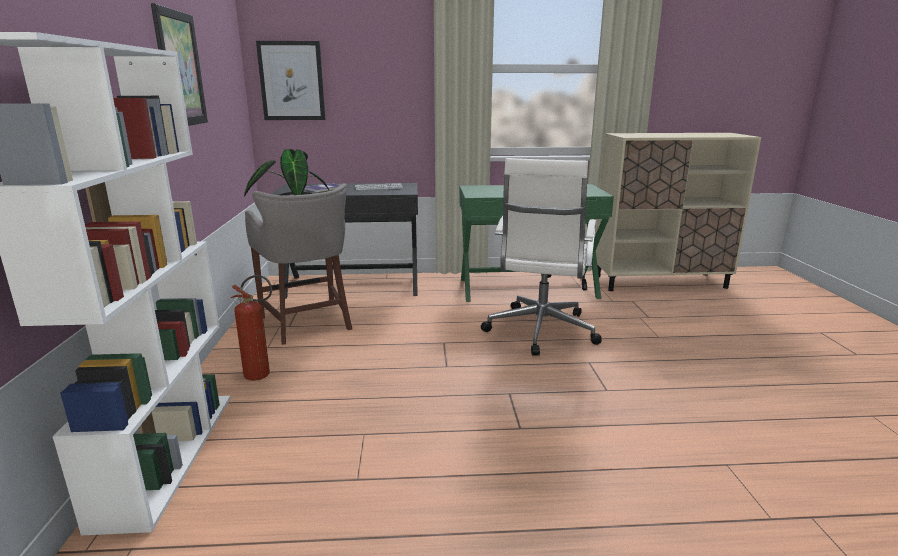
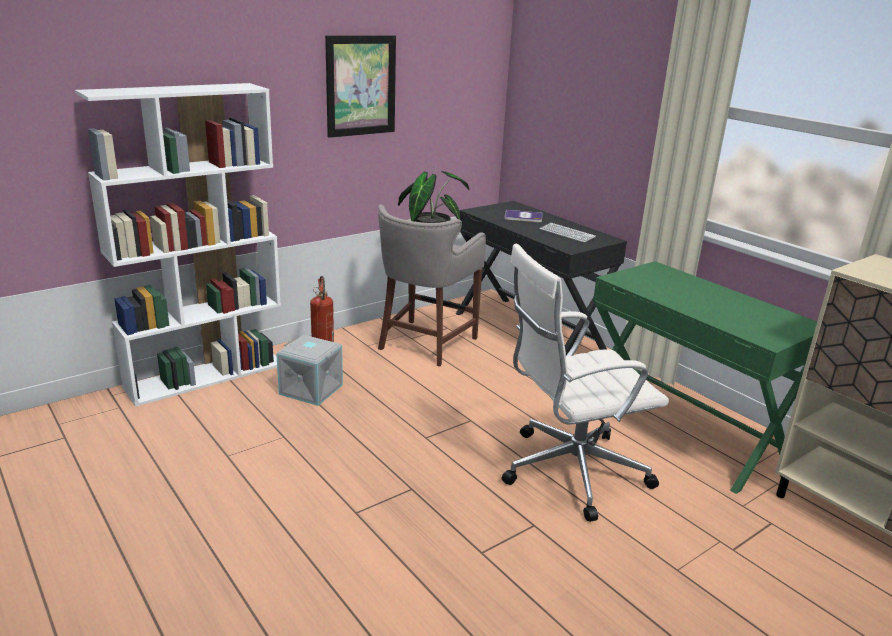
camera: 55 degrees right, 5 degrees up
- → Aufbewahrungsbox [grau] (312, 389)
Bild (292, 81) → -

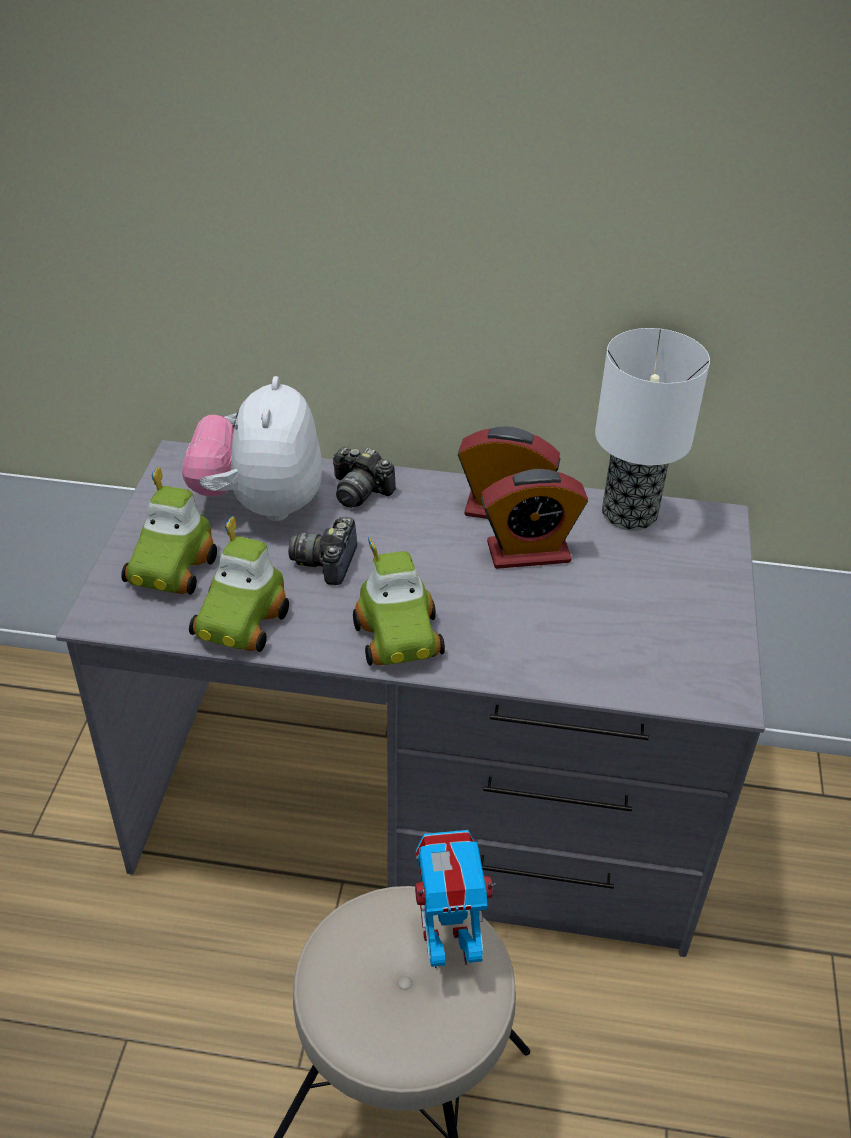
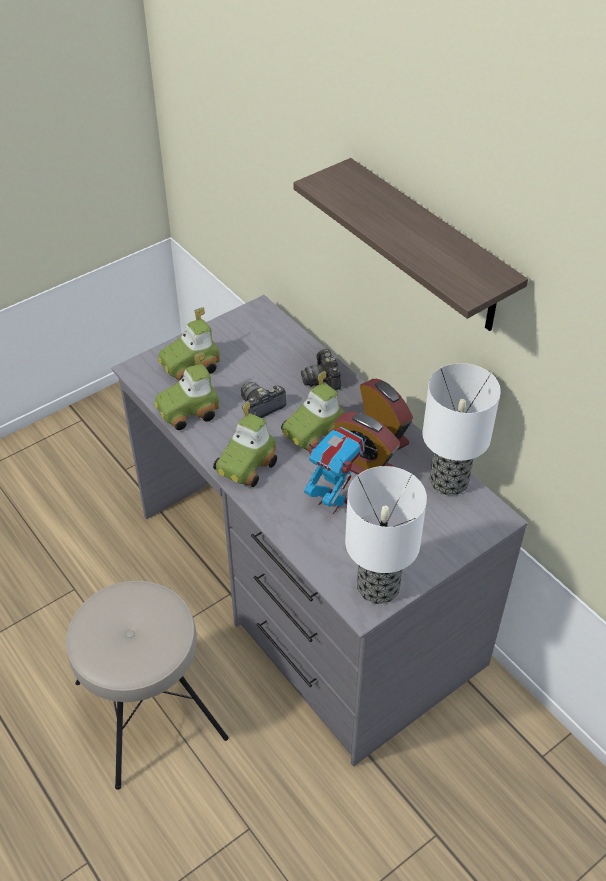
camera: 45 degrees right, 5 degrees up
- → Spielzeugauto (313, 433)
- → Wandregal (429, 248)
Spielzeugroboter (447, 946) → Spielzeugroboter (333, 501), moved
- → Tischlampe (376, 586)
Plüschtier (260, 504) → -

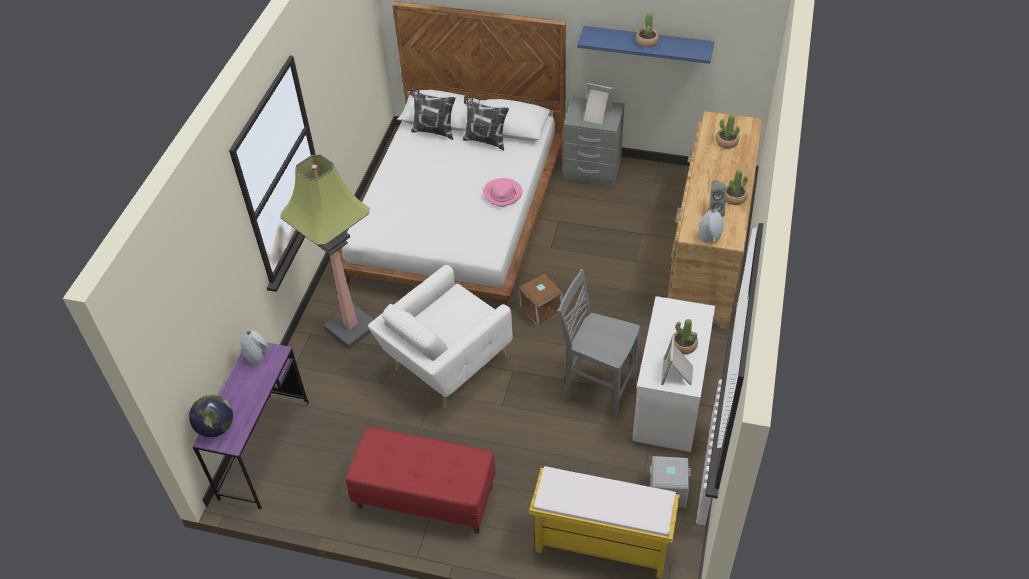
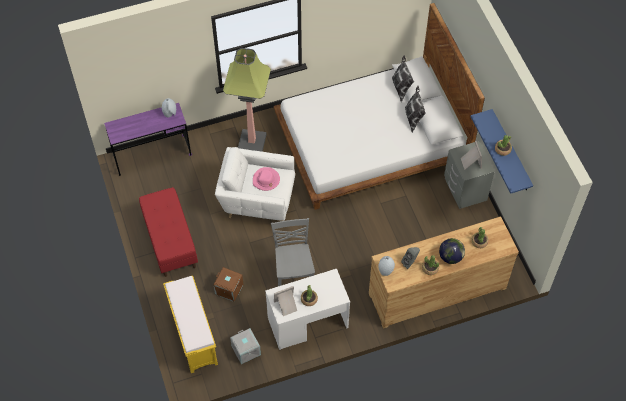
camera: 55 degrees right, 10 degrees up
Aufbewahrungsbox [braun] (541, 310) → Aufbewahrungsbox [braun] (228, 289), moved
Hut [rosa] (503, 194) → Hut [rosa] (266, 180), moved
Globus (216, 428) → Globus (450, 257), moved

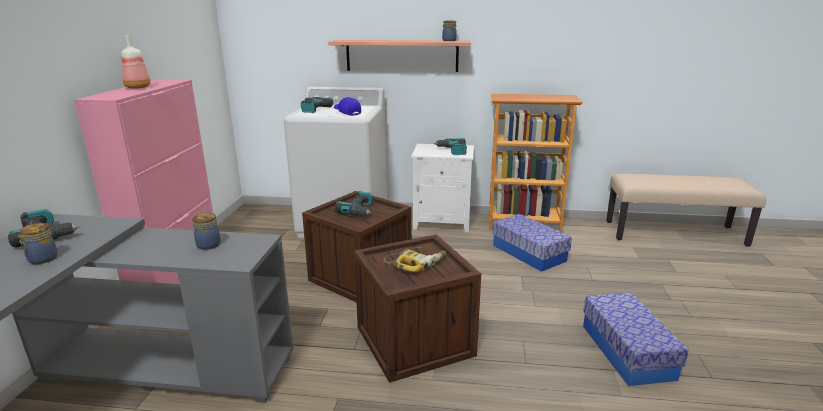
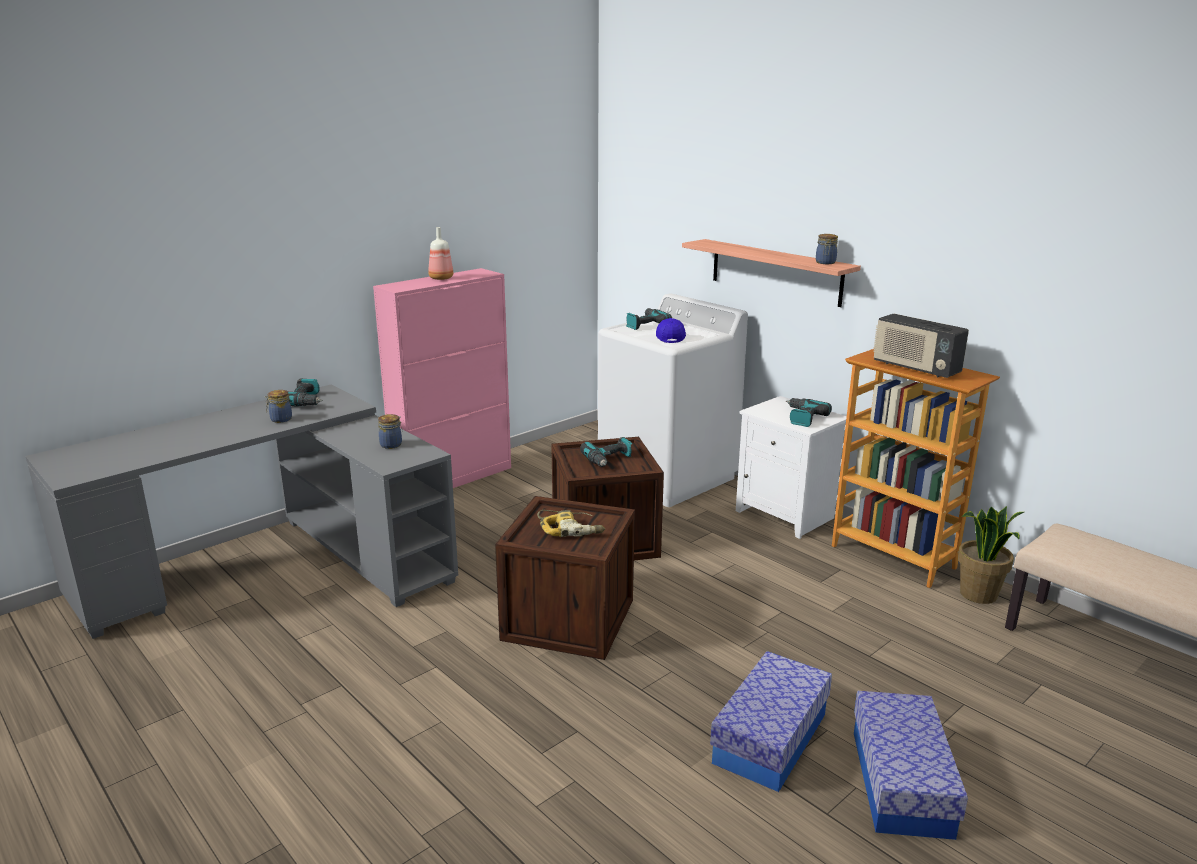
camera: 40 degrees right, 0 degrees up
Aufbewahrungsbox (529, 253) → Aufbewahrungsbox (901, 783), moved
- → Radio (915, 368)
- → Topfpflanze (978, 595)

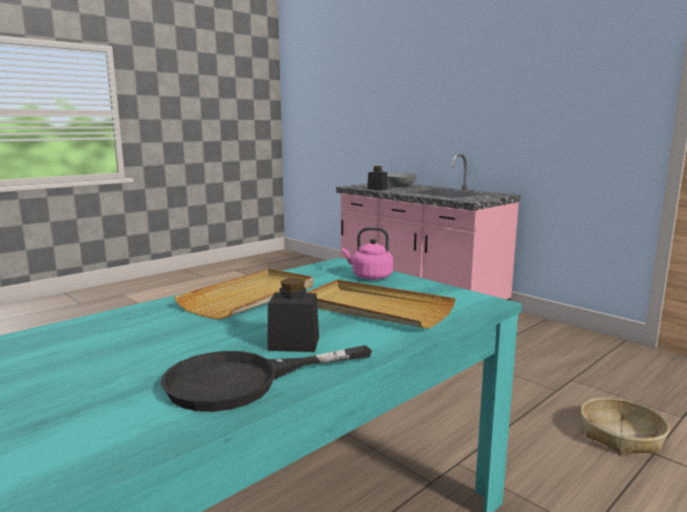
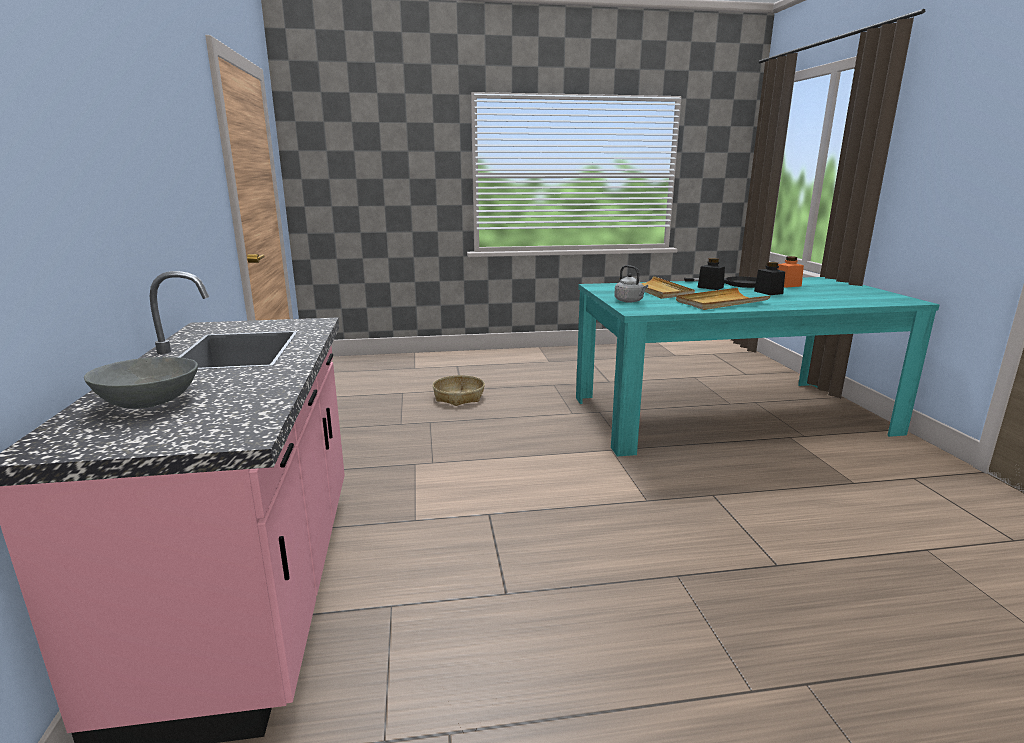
camera: 145 degrees left, 5 degrees up
Wasserkessel [rosa] (369, 277) → Wasserkessel [grau] (630, 301)
Vorratsglas [schwarz] (377, 189) → Vorratsglas [schwarz] (768, 292), moved
- → Vorratsglas [orange] (787, 285)

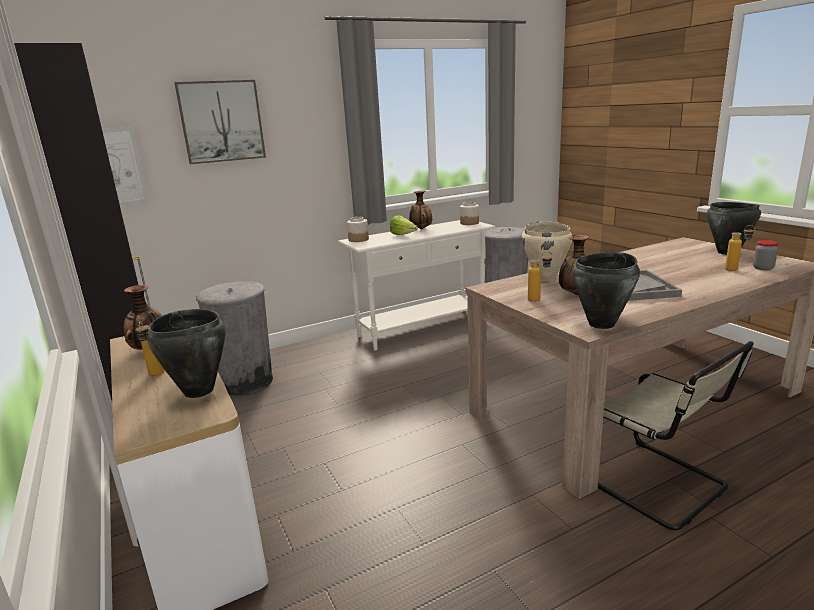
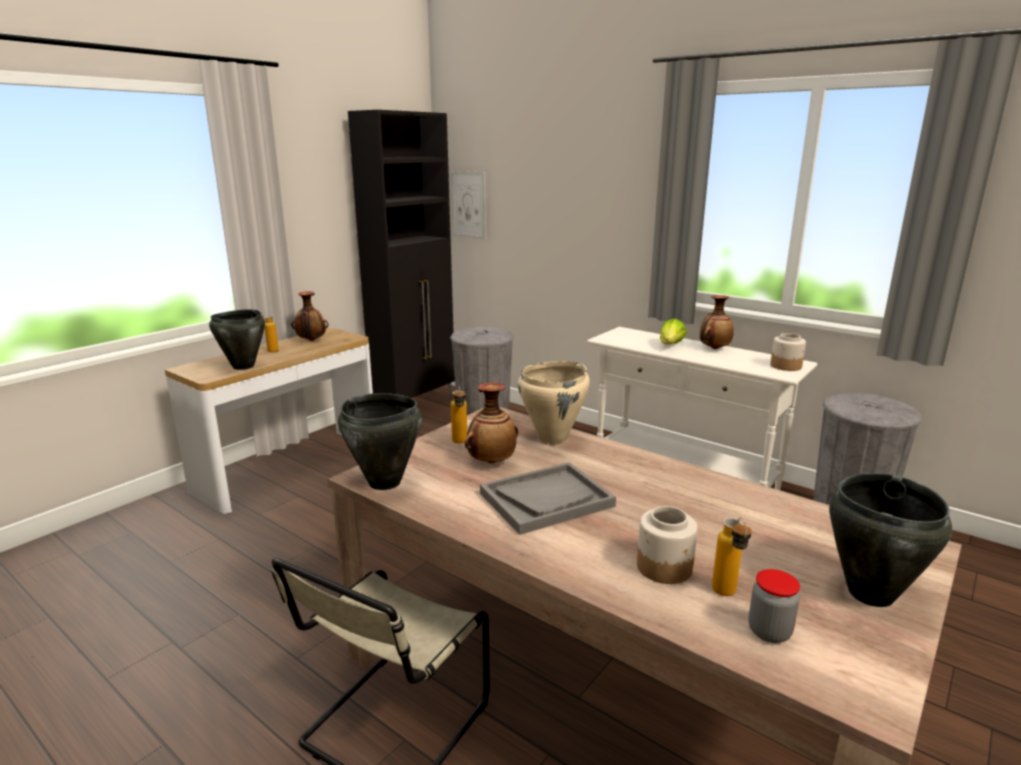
camera: 65 degrees right, 0 degrees up
Vorratsglas (358, 239) → Vorratsglas (665, 567), moved
Bild (221, 121) → -

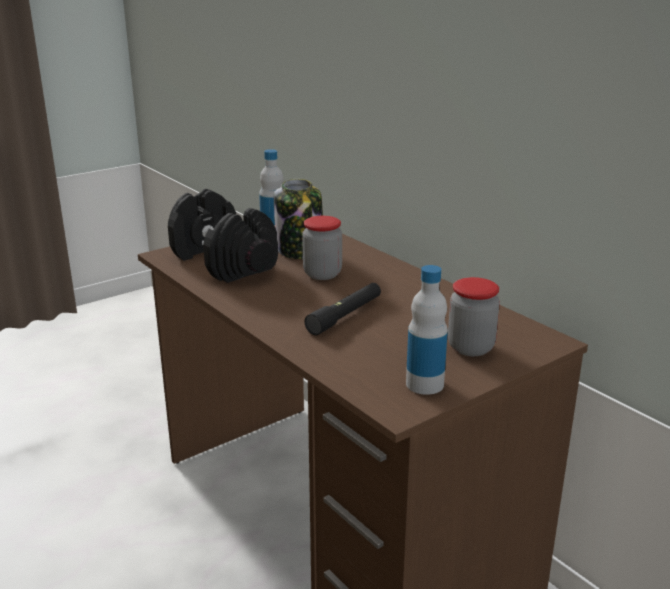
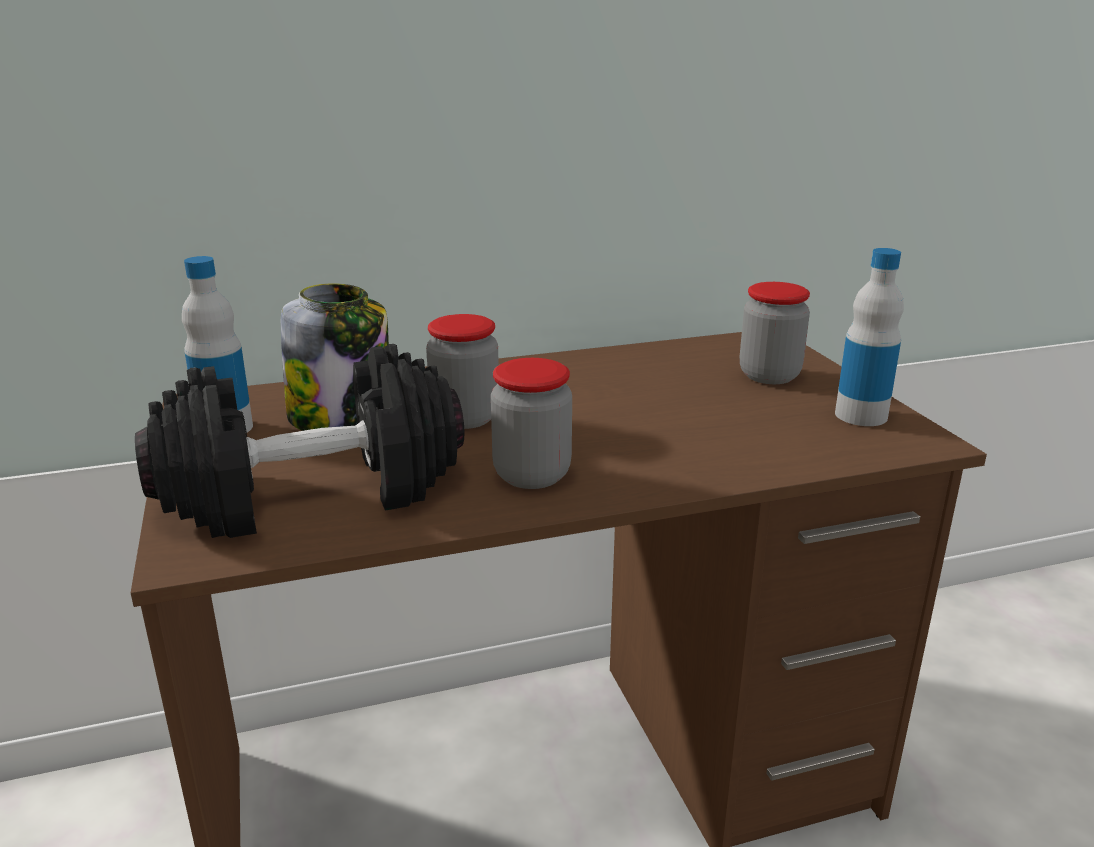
camera: 70 degrees left, 0 degrees up
- → Vorratsglas (532, 475)
Taschenlampe [schwarz] (345, 315) → -

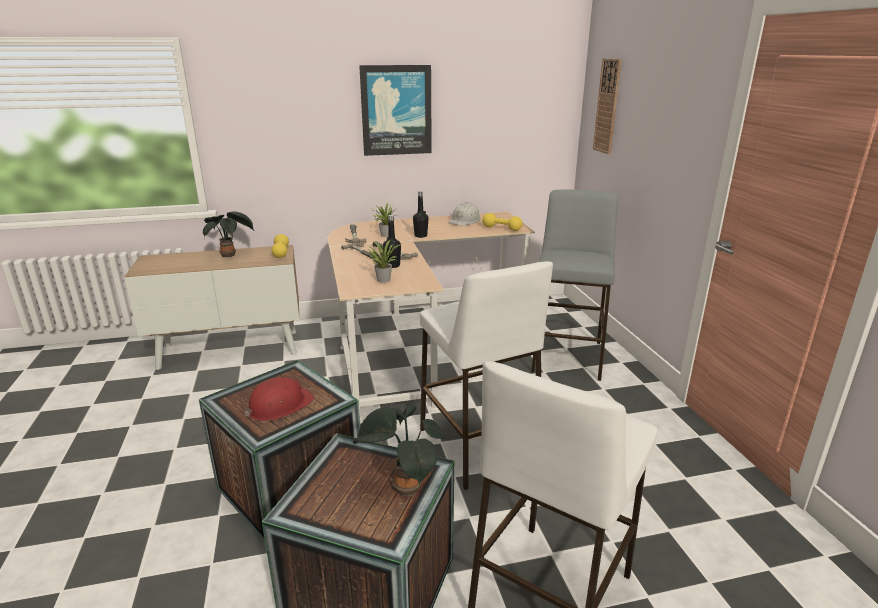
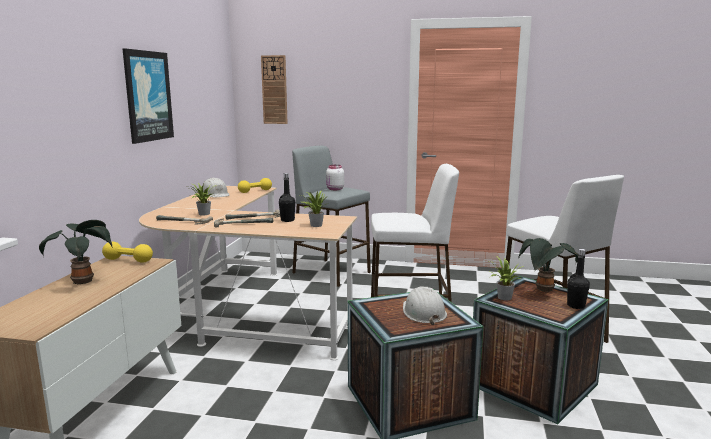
camera: 65 degrees left, 10 degrees down
- → Vorratsglas [weiß] (334, 189)
Schutzhelm [rot] (279, 406) → Schutzhelm [weiß] (423, 312)
- → Topfpflanze (503, 298)
Flasche [schwarz] (420, 236) → Flasche [schwarz] (576, 306), moved

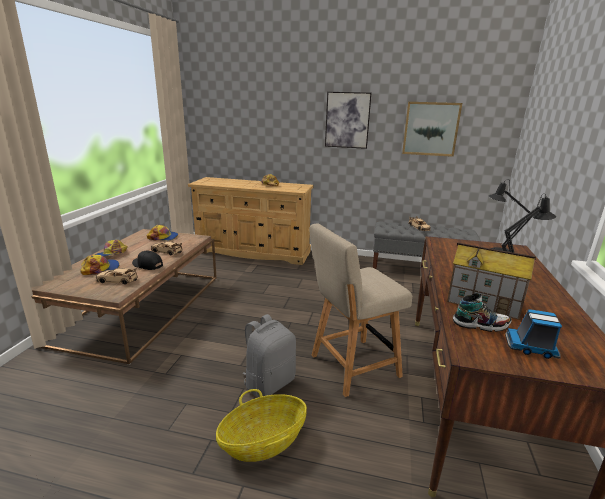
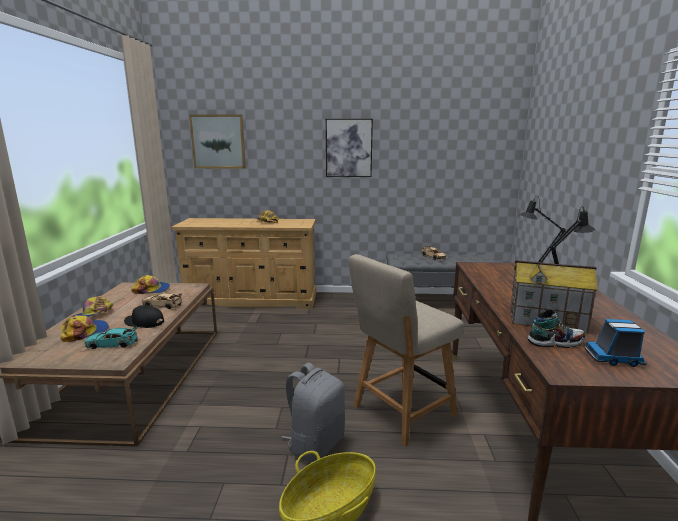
camera: 10 degrees left, 5 degrees down
Spielzeugauto [beige] (117, 280) → Spielzeugauto [türkis] (112, 344)
Bild (430, 129) → Bild (218, 141), moved

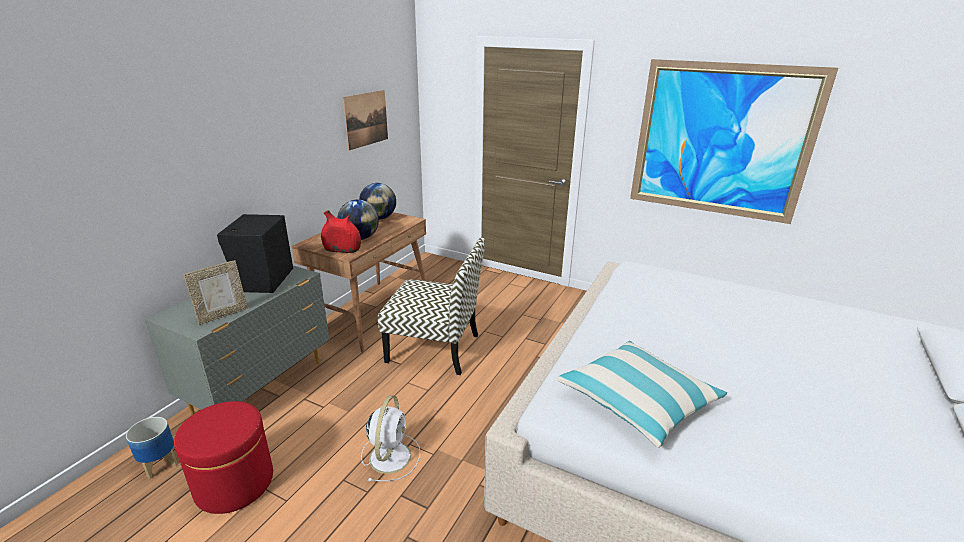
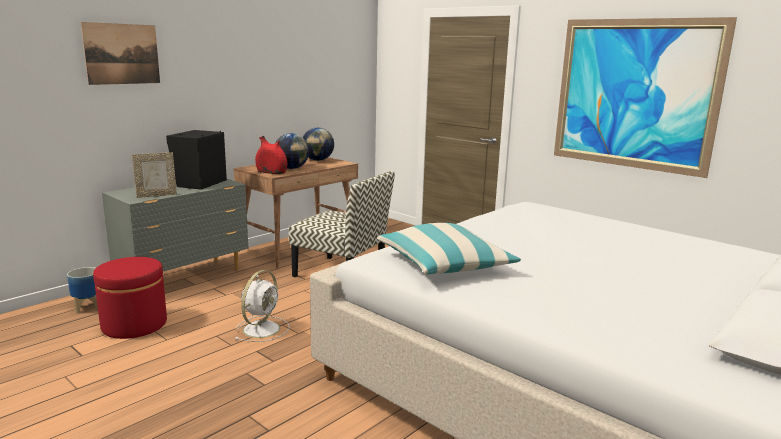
camera: 15 degrees right, 10 degrees down
Bild (366, 119) → Bild (122, 54), moved

